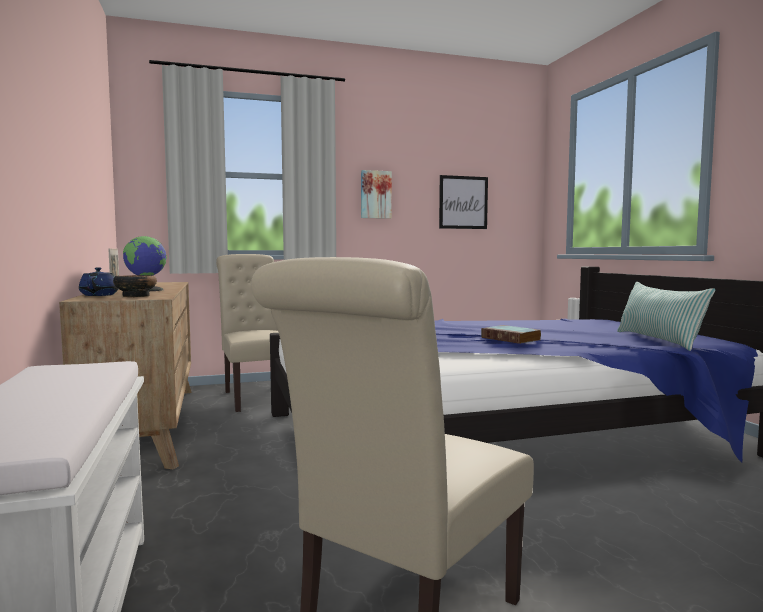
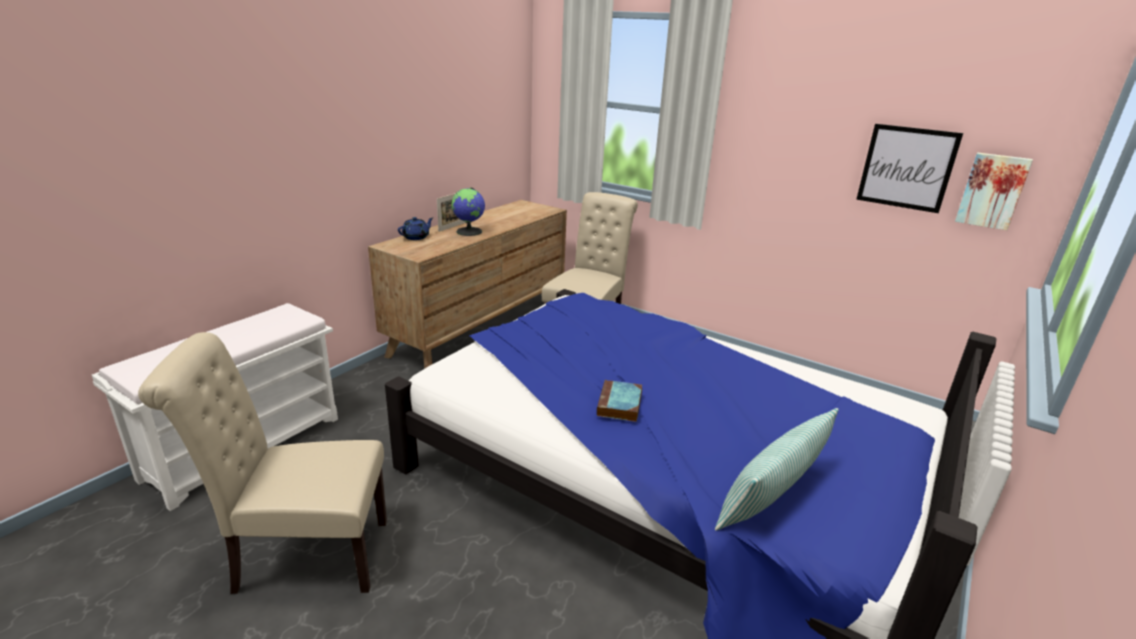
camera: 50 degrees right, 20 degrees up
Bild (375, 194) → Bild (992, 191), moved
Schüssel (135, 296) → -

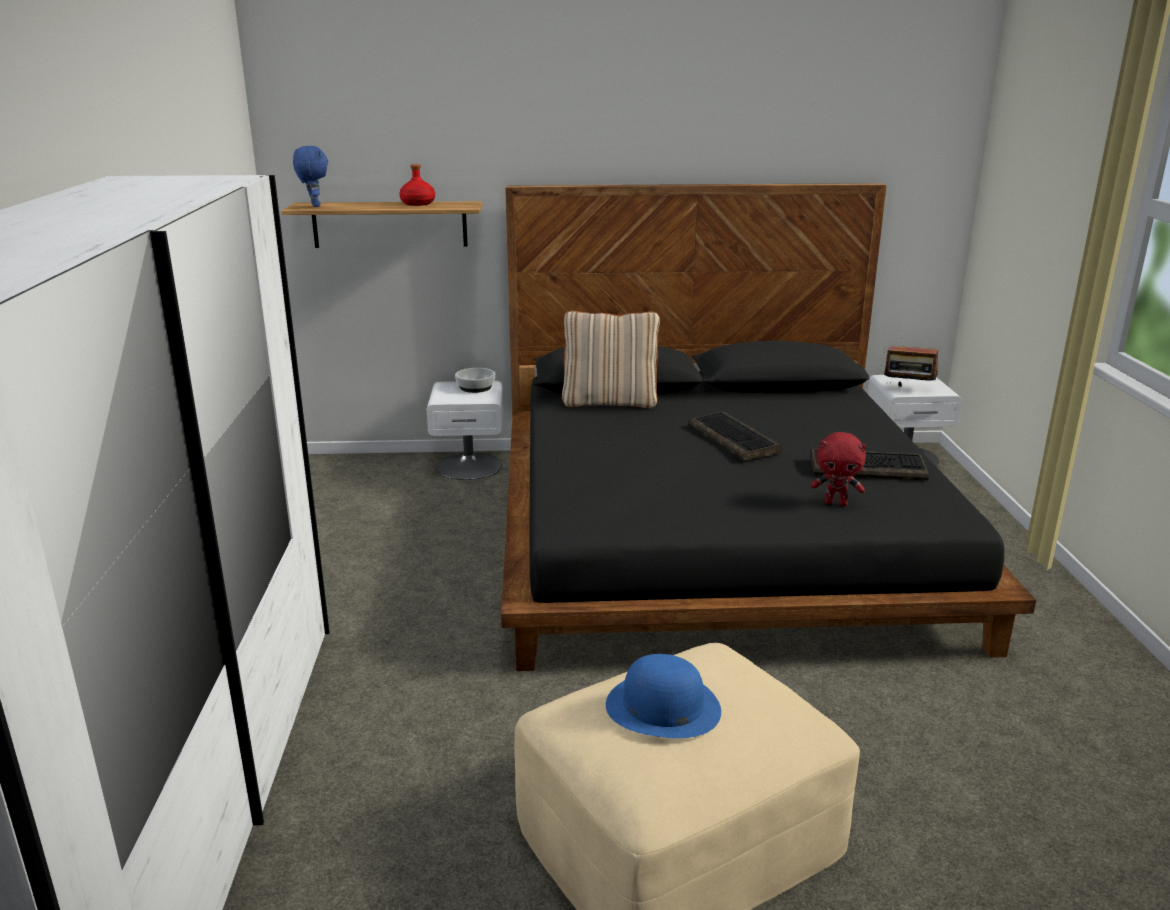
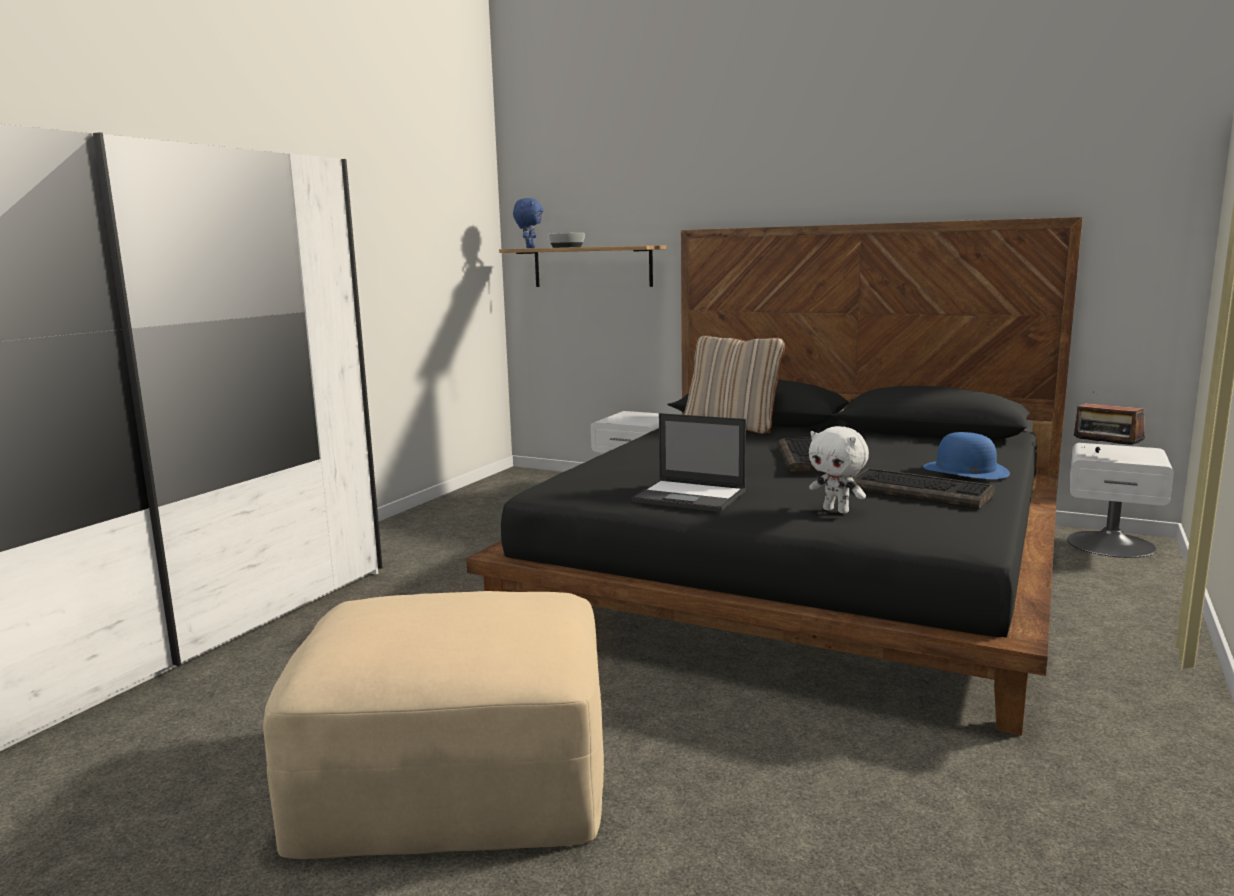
camera: 30 degrees right, 10 degrees down
Schüssel (475, 387) → Schüssel (566, 247), moved
- → Laptop (691, 496)
Plüschtier [rot] (836, 503) → Plüschtier [weiß] (837, 510)
Hut [blau] (662, 707) → Hut [blau] (965, 470), moved
Flasche [rot] (418, 203) → -

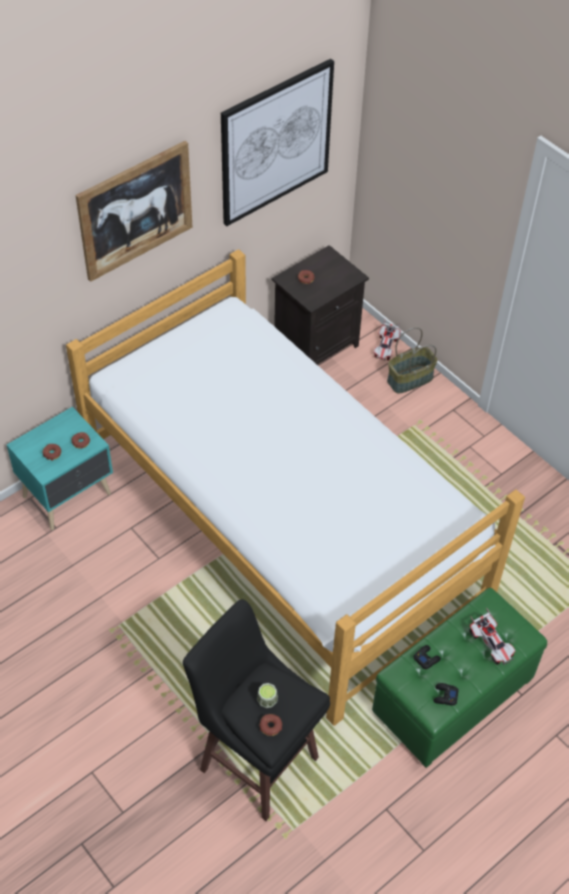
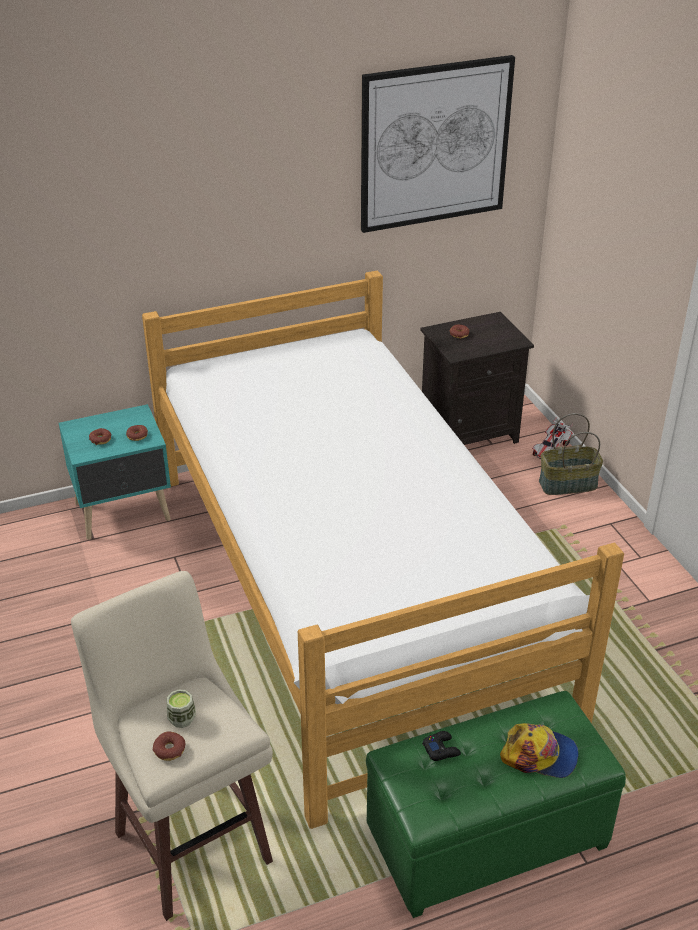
camera: 20 degrees right, 15 degrees down
Hocker [schwarz] (257, 760) → Hocker [beige] (192, 842)
Spielzeugauto (491, 644) → Kappe (540, 755)
Bild (135, 210) → -
Gamepad [schwarz] (445, 696) → -

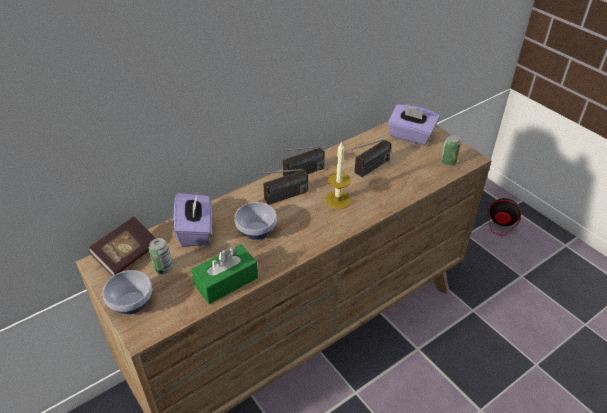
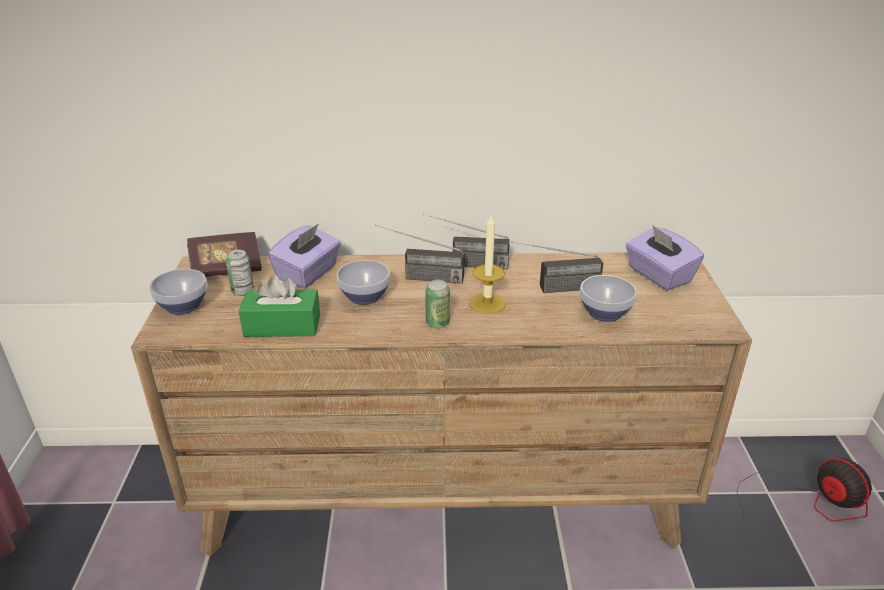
camera: 35 degrees right, 10 degrees down
Dose (448, 162) → Dose (437, 323), moved
- → Schüssel (603, 312)

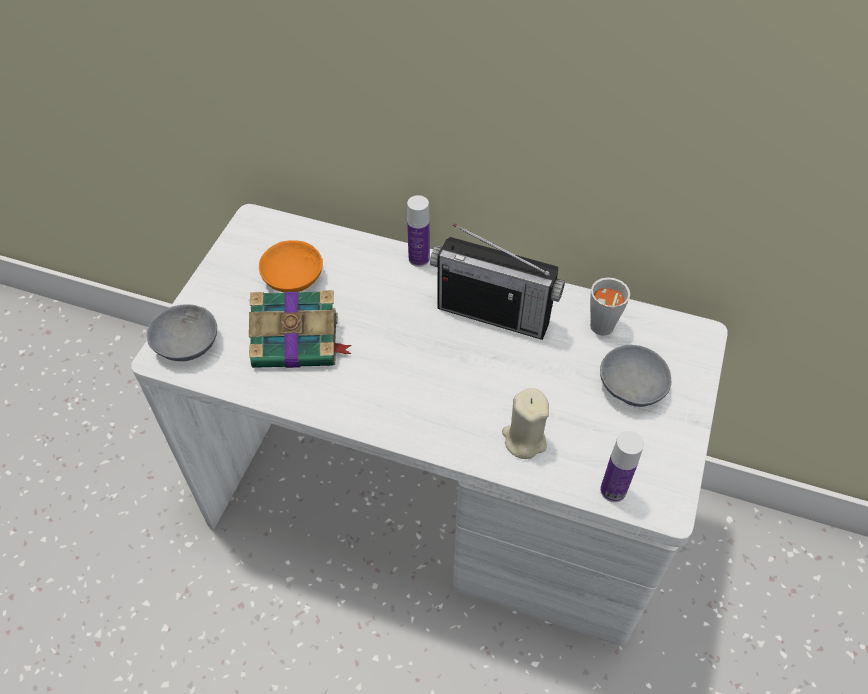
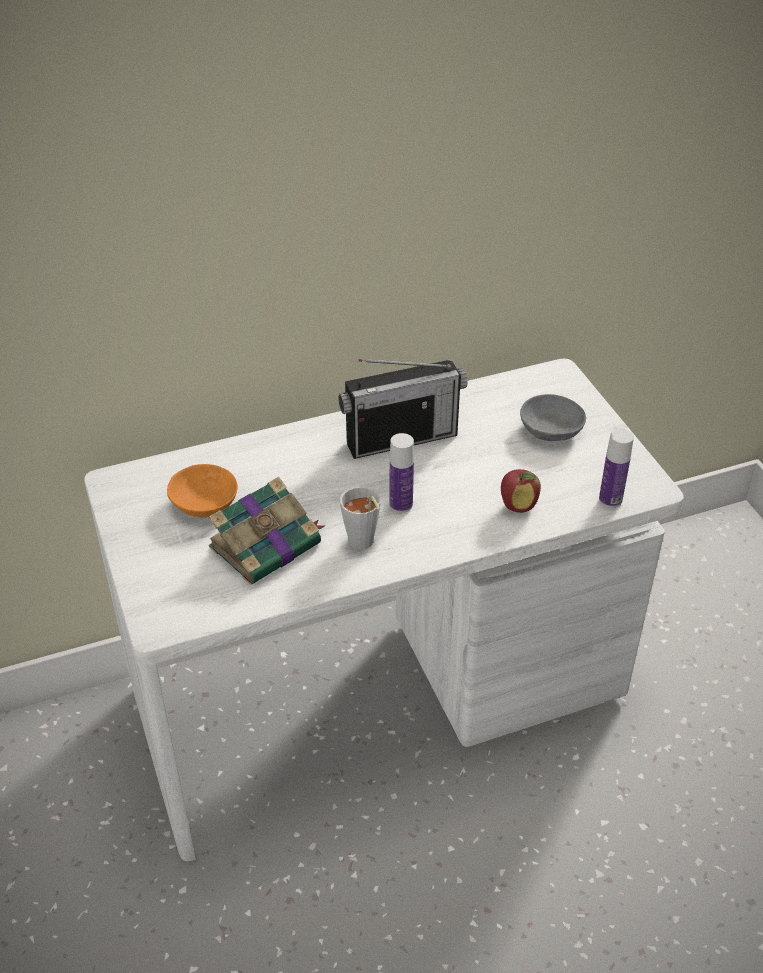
camera: 40 degrees left, 10 degrees down
Tasse [grau] (600, 330) → Tasse [grau] (363, 544), moved
Flasche (419, 259) → Flasche (401, 504), moved
Kerze [beige] (524, 440) → Apfel (518, 506)
Schüssel [grau] (185, 345) → -

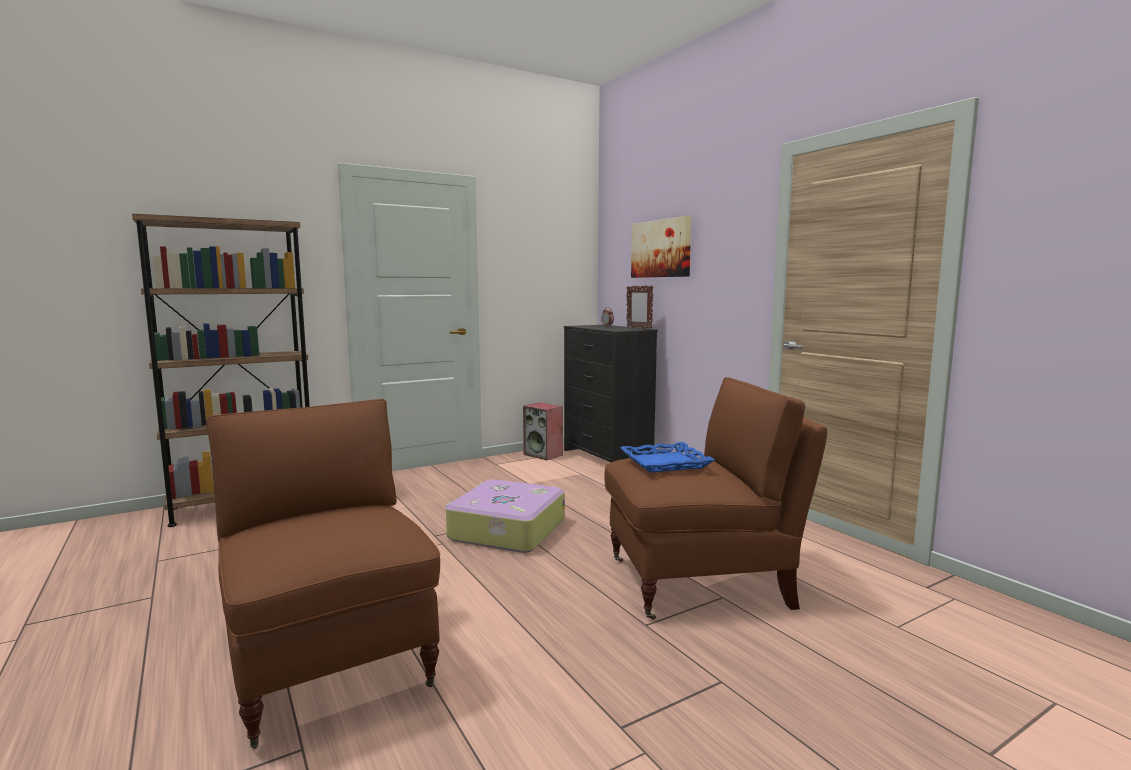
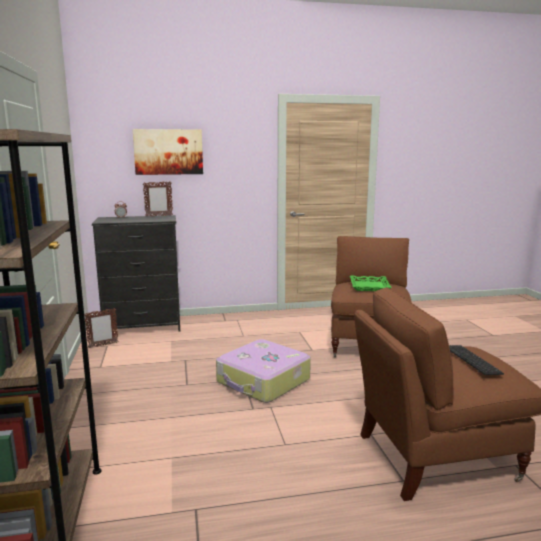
camera: 70 degrees left, 5 degrees up
Lautsprecher (544, 455) → Bilderrahmen (103, 345)
Tablett [blau] (665, 463) → Tablett [grün] (370, 286)
- → Tastatur (472, 361)

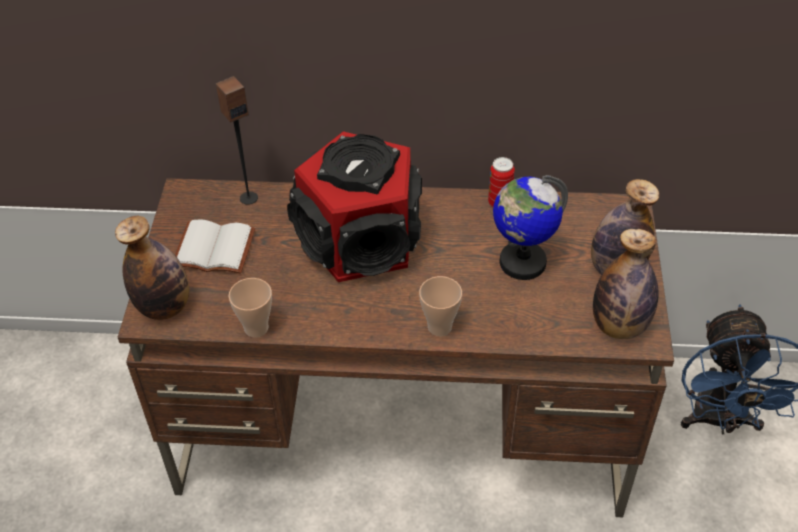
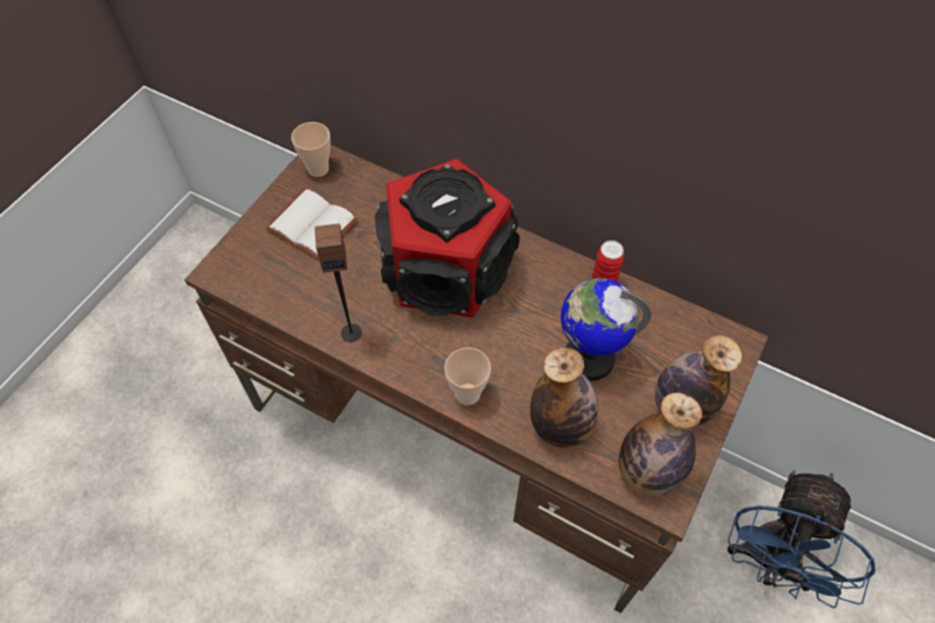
camera: 25 degrees right, 10 degrees up
Tasse (256, 328) → Tasse (318, 169), moved
Lautsprecher (248, 197) → Lautsprecher (351, 332), moved
Flasche (164, 307) → Flasche (560, 426), moved

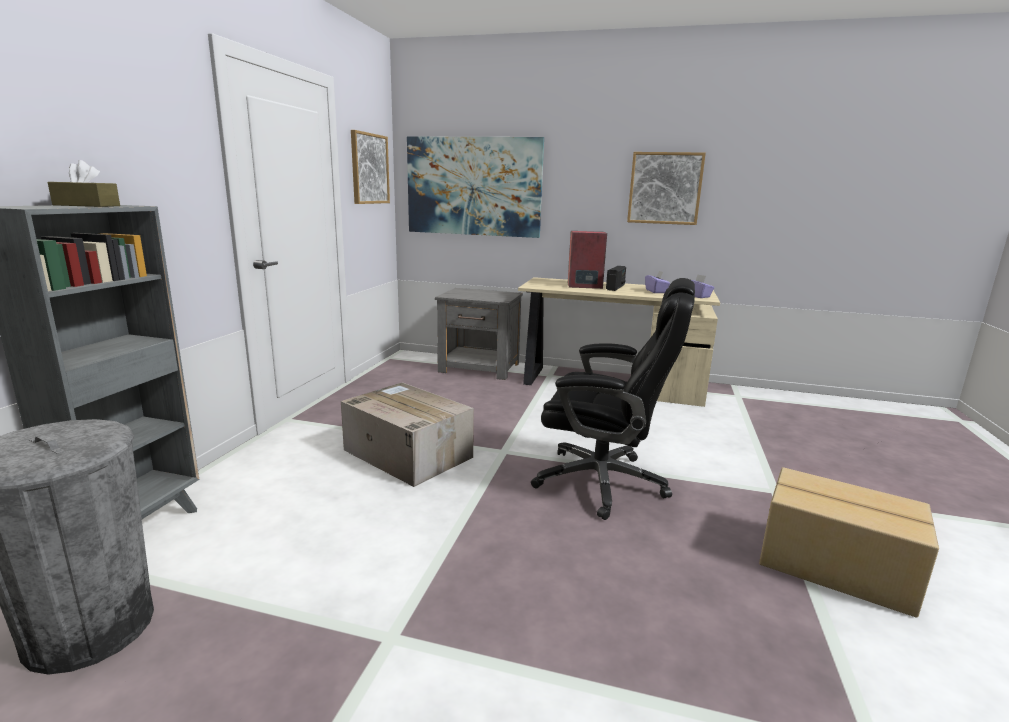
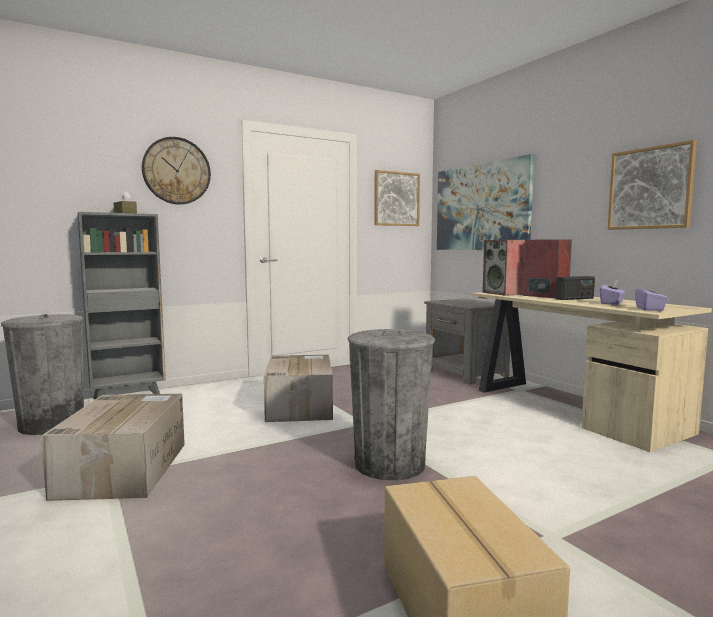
camera: 45 degrees right, 10 degrees down
- → Karton (124, 468)
- → Wanduhr (176, 171)
Bürostuhl [schwarz] (604, 482) → Mülleimer [grau] (389, 464)
- → Lautsprecher (504, 293)

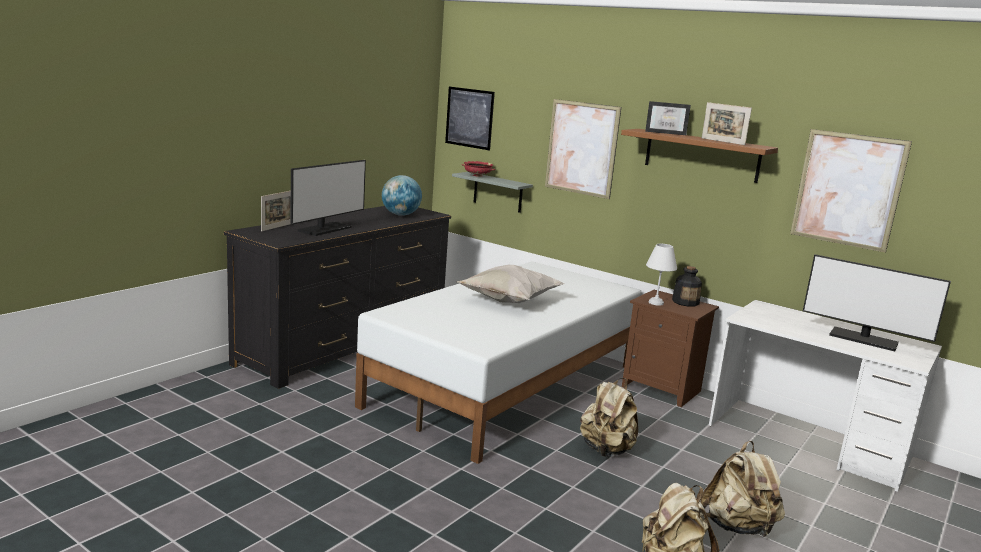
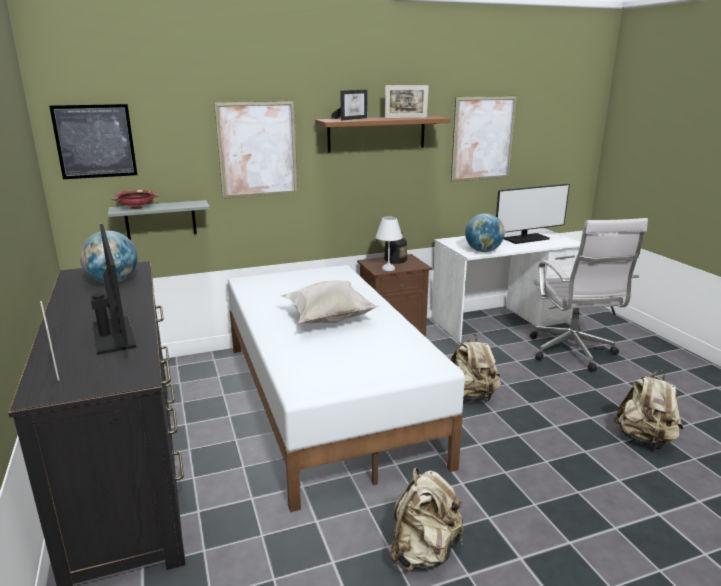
camera: 55 degrees left, 5 degrees up
Rucksack [beige] (738, 527) → Rucksack [beige] (423, 552), moved
- → Globus (483, 251)
- → Bürostuhl [weiß] (572, 353)

